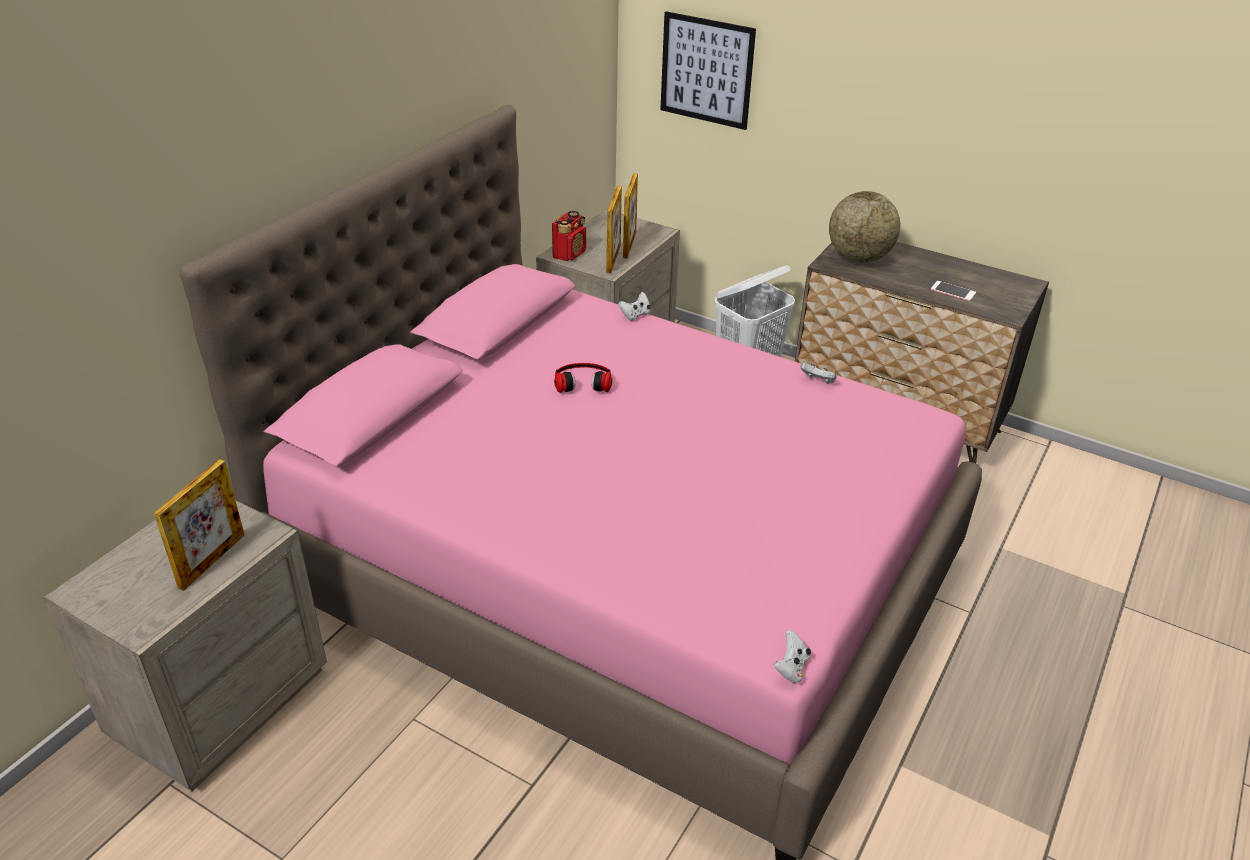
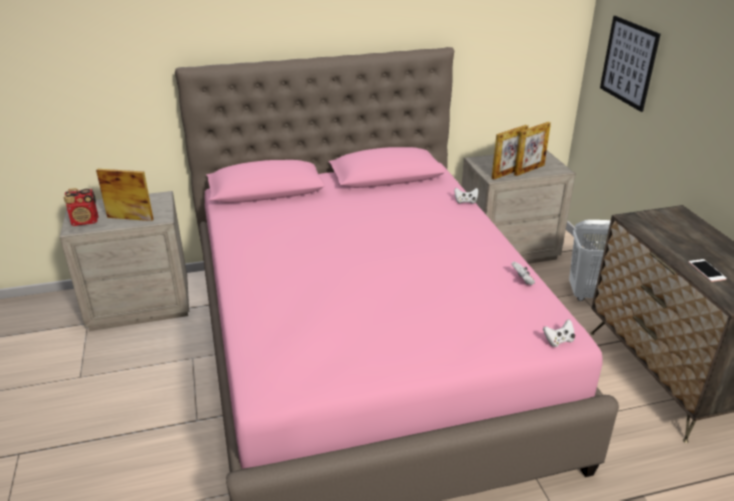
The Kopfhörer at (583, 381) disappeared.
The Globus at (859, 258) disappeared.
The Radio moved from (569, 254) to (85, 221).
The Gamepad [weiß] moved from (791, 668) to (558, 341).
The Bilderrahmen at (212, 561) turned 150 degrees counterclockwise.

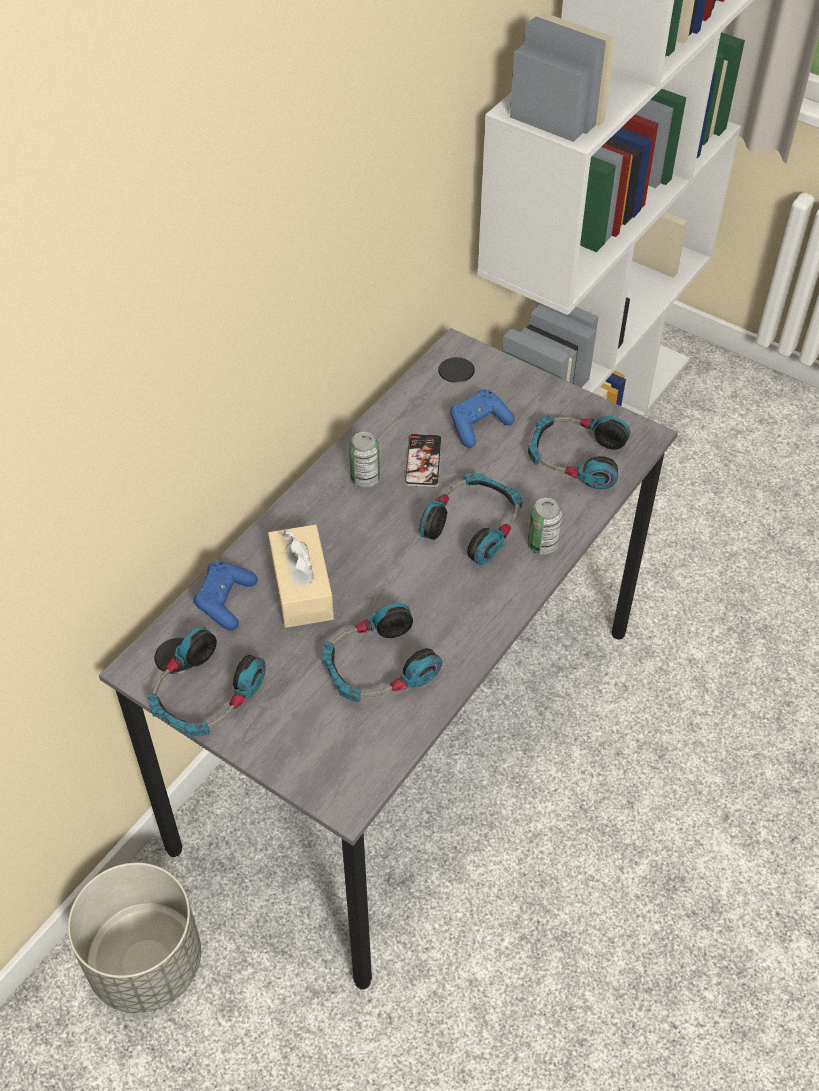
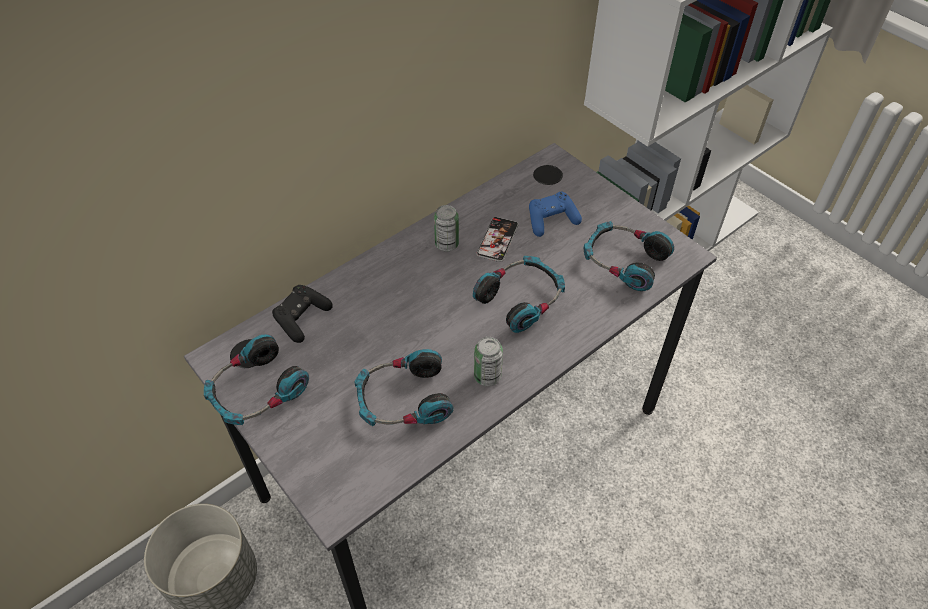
The Taschentuchbox [beige] at (302, 588) disappeared.
The Dose moved from (542, 545) to (487, 376).
The Gamepad [blau] at (225, 602) became the Gamepad [schwarz] at (302, 319).

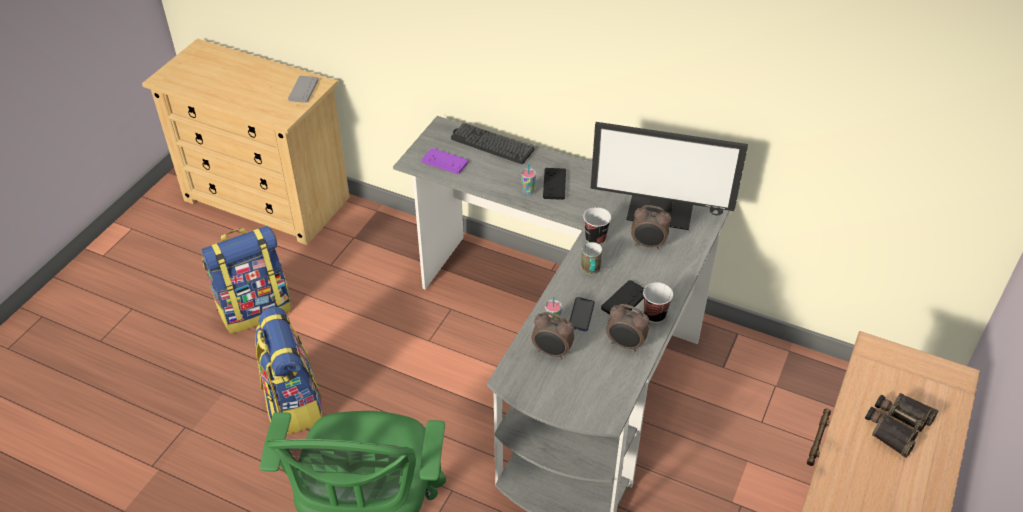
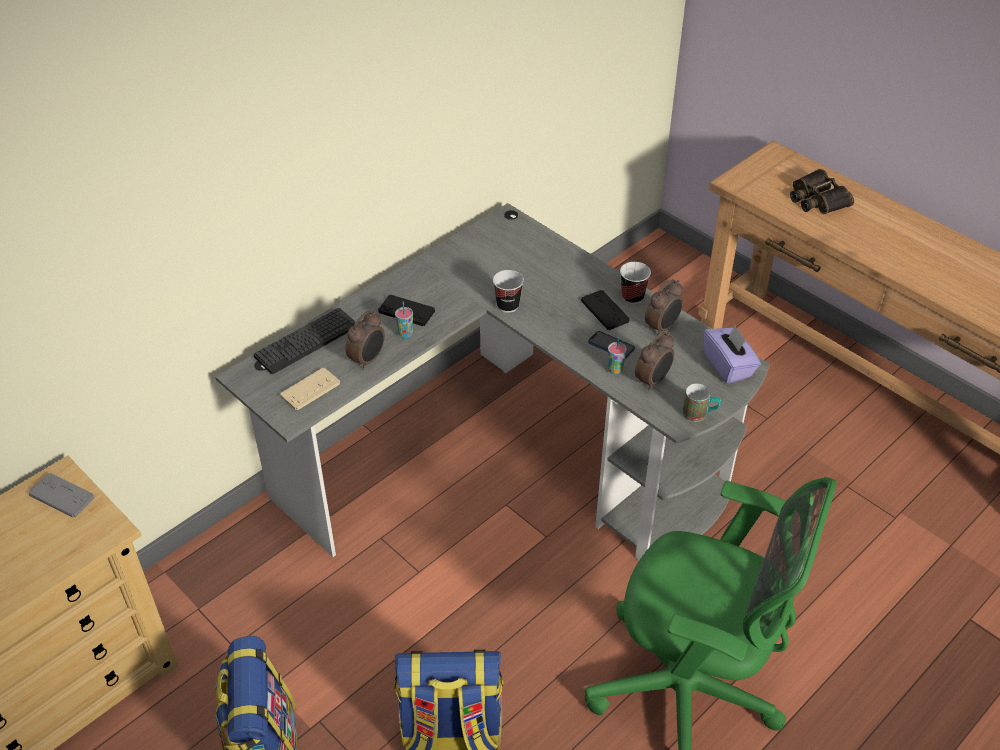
The Monitor at (661, 211) disappeared.
The Taschentuchbox [lila] at (728, 366) appeared.
The Henkelbecher moved from (590, 271) to (700, 415).
The Wecker moved from (648, 245) to (368, 360).
The Gamepad [lila] at (445, 162) became the Gamepad [beige] at (310, 390).

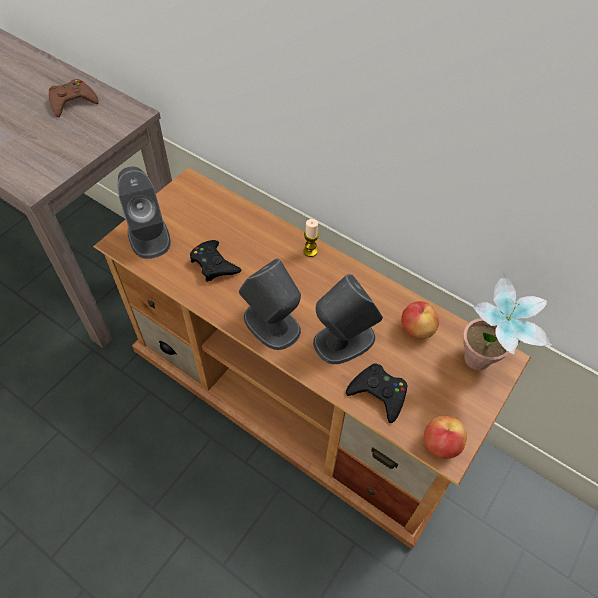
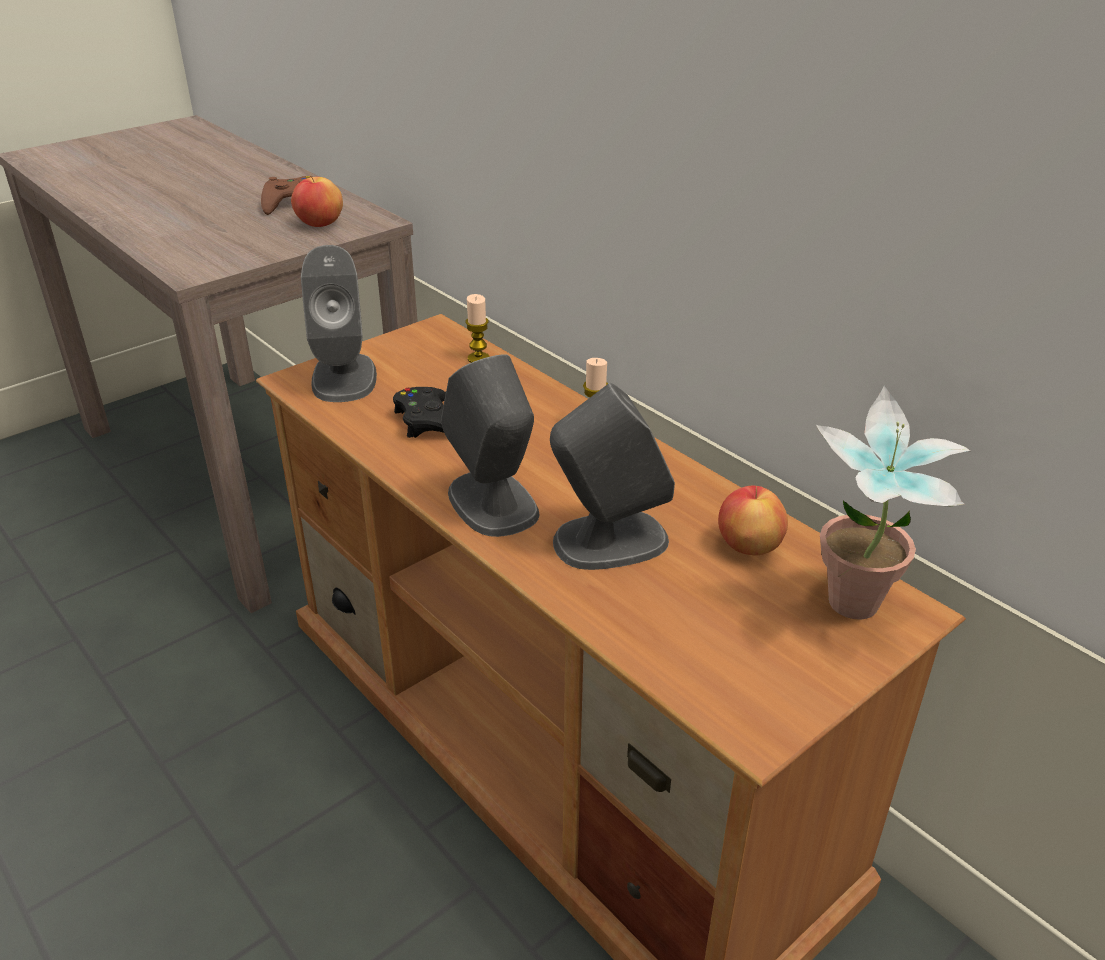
The Gamepad [schwarz] at (378, 394) disappeared.
The Kerze at (478, 358) appeared.
The Apfel moved from (440, 444) to (320, 224).

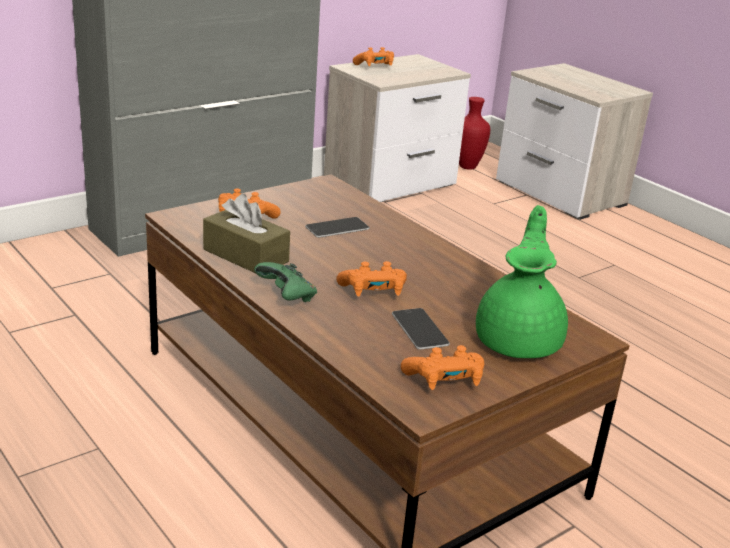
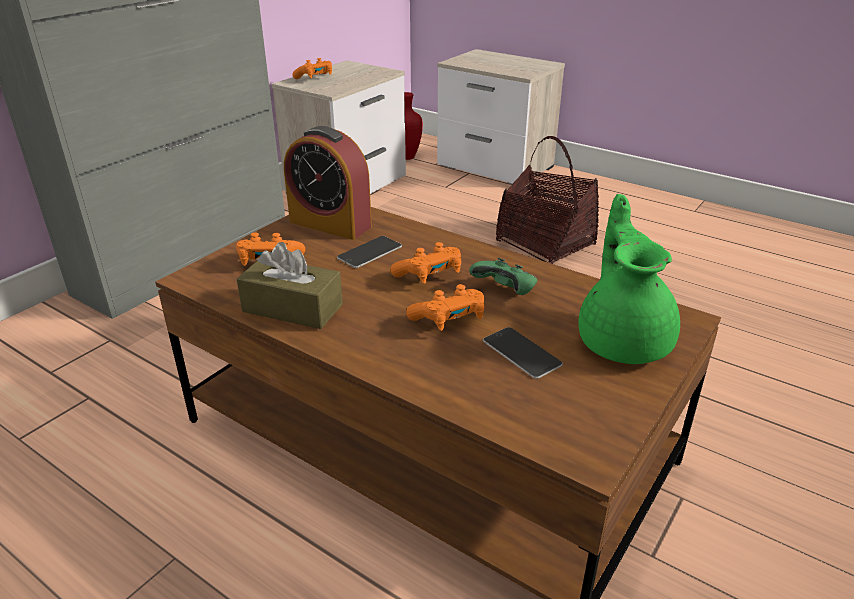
The Wecker at (330, 224) appeared.
The Korb at (545, 244) appeared.
The Gamepad [grün] moved from (287, 297) to (505, 291).
The Gamepad [orange] moved from (445, 381) to (429, 275).

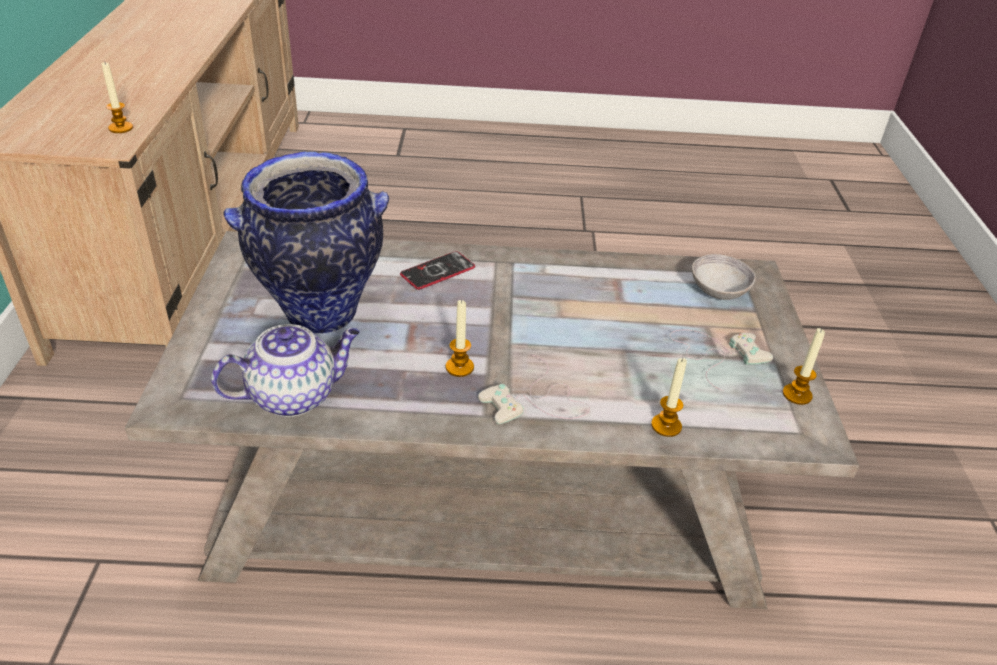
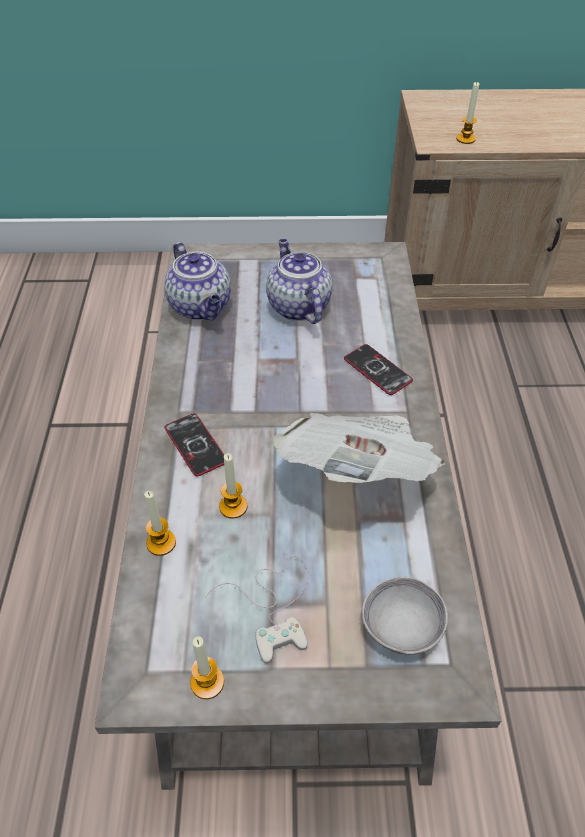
The Zeitung at (359, 470) appeared.
The Kerze moved from (459, 367) to (233, 506).
The Vase at (319, 315) was replaced by the Teekanne at (297, 306).
The Gamepad [weiß] at (536, 401) was replaced by the Handy at (195, 445).

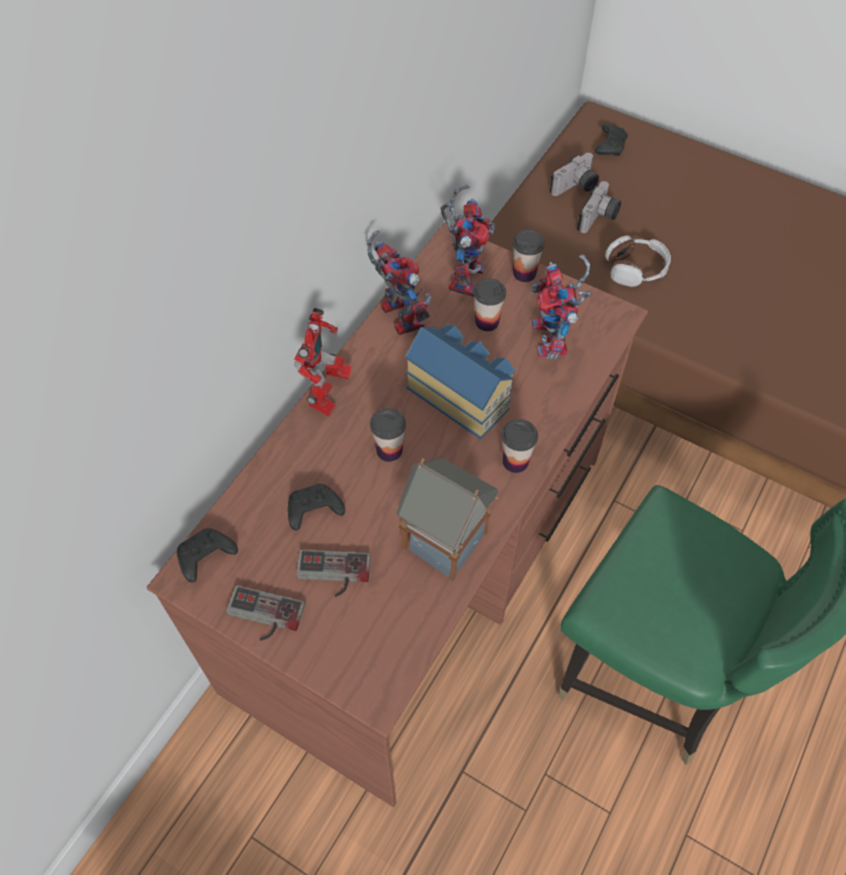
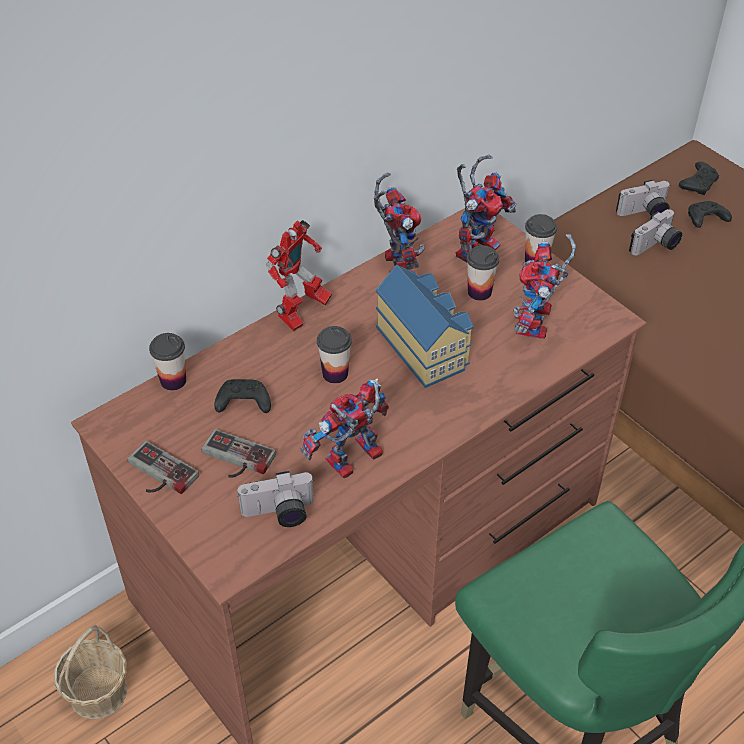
The Kopfhörer at (635, 269) disappeared.
The Korb at (99, 692) appeared.
The Kamera at (279, 514) appeared.
The Gamepad [schwarz] moved from (205, 558) to (705, 220).
The Tasse moved from (515, 461) to (173, 380).
The Spielzeughaus at (447, 541) was replaced by the Spielzeugroboter at (352, 462).

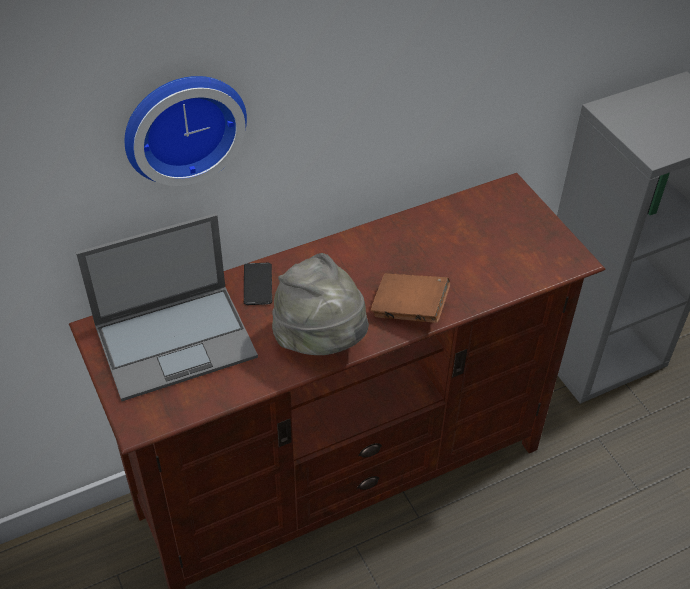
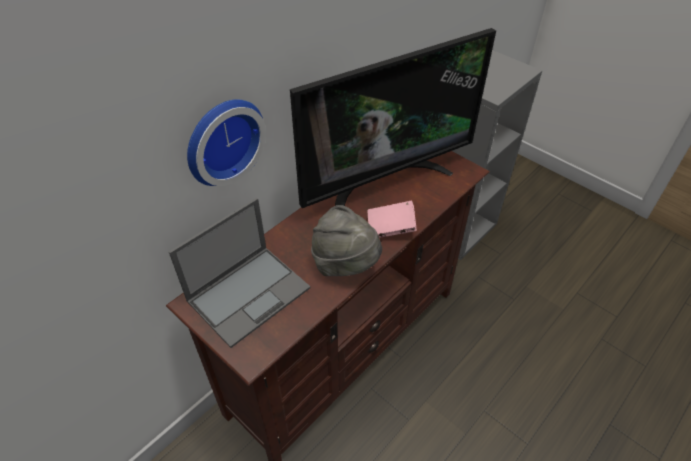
The Handy at (258, 284) disappeared.
The Fernseher at (384, 181) appeared.
The Buch [braun] at (409, 310) became the Buch [rosa] at (390, 228).

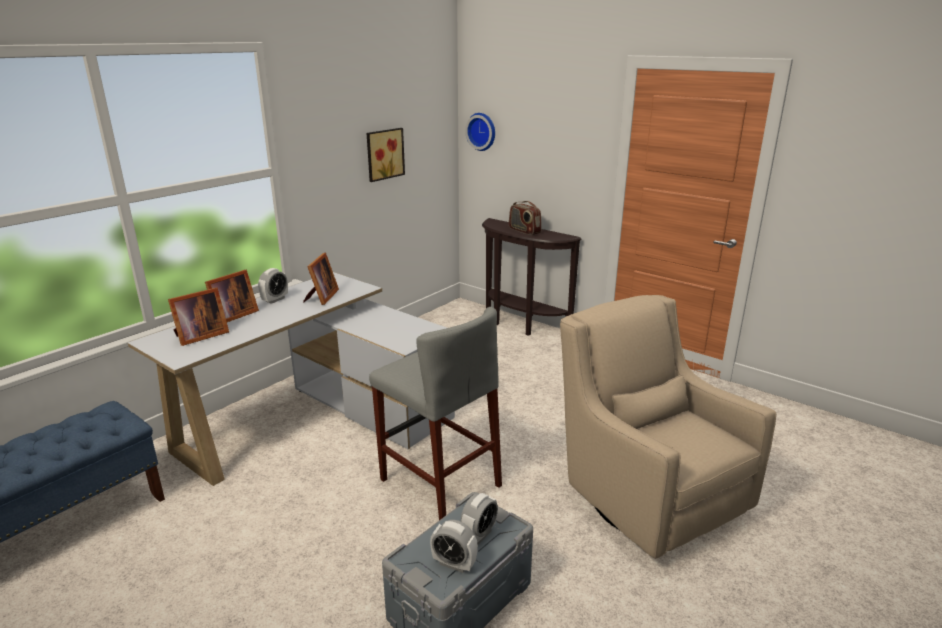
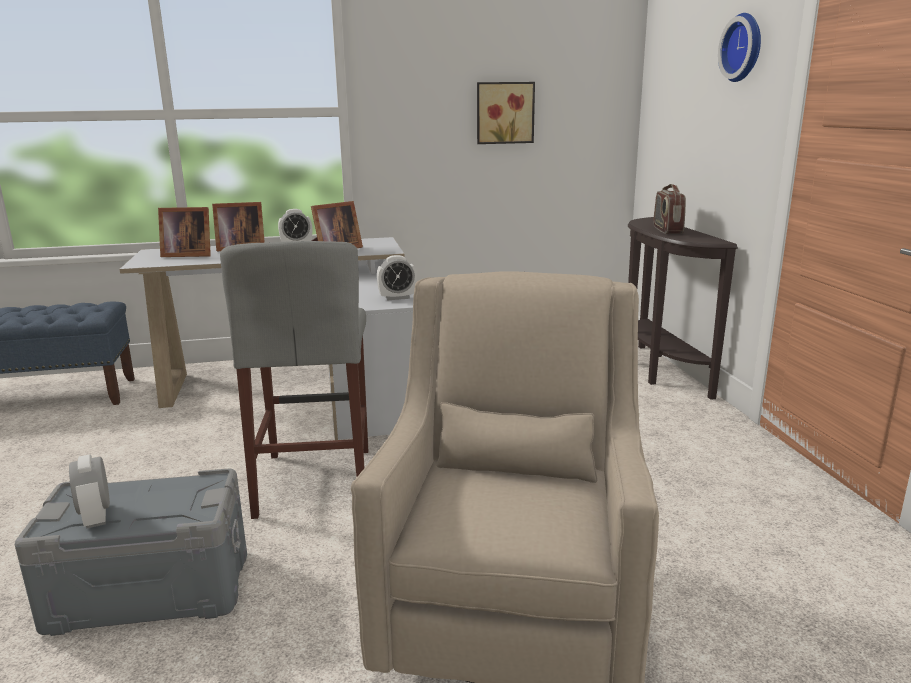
The Wecker moved from (479, 535) to (397, 298).
The Wanduhr moved from (482, 131) to (744, 47).

